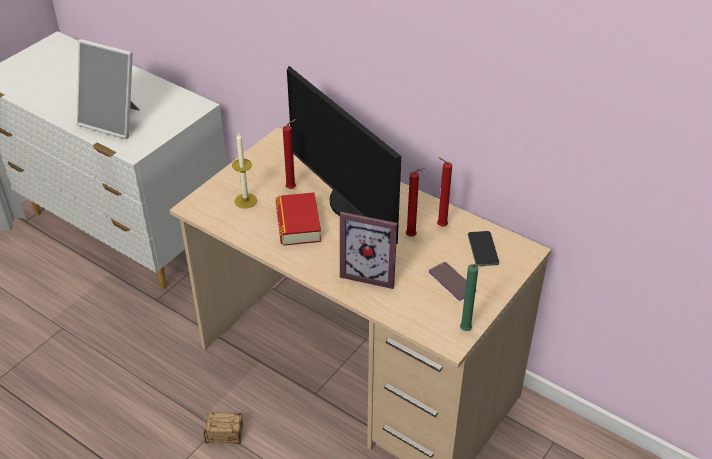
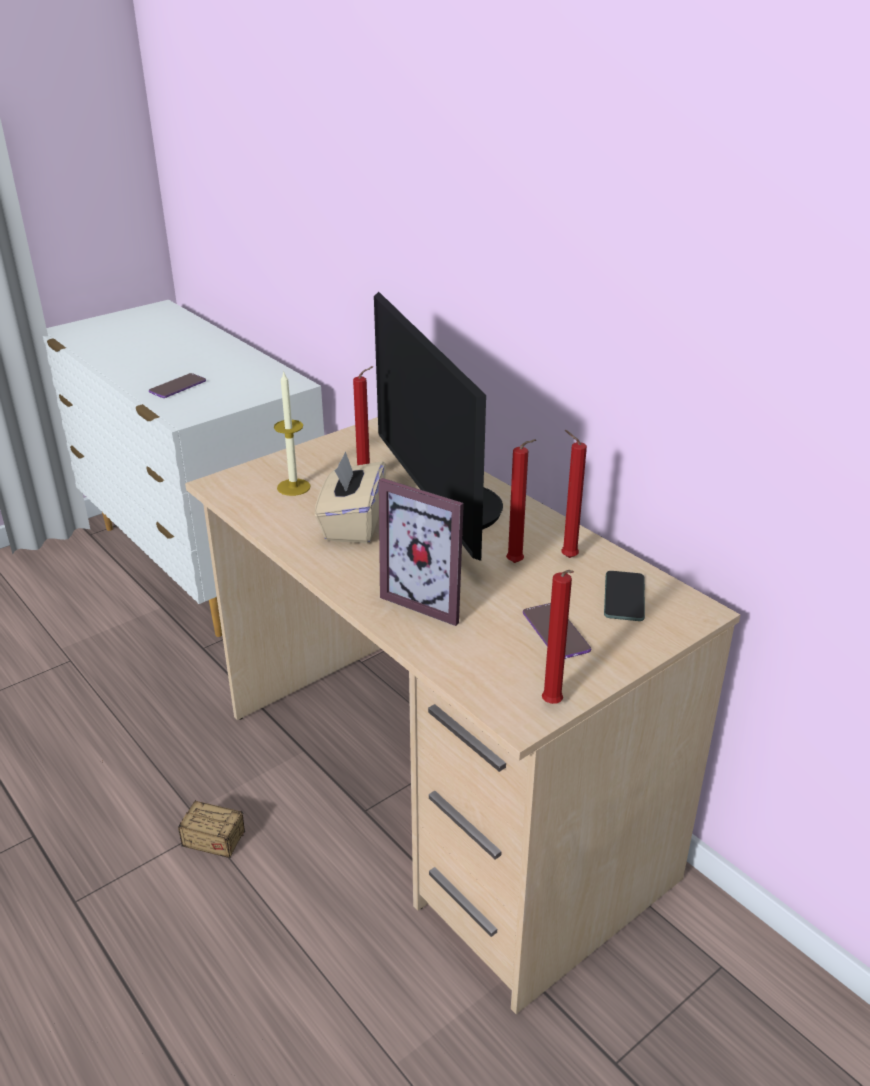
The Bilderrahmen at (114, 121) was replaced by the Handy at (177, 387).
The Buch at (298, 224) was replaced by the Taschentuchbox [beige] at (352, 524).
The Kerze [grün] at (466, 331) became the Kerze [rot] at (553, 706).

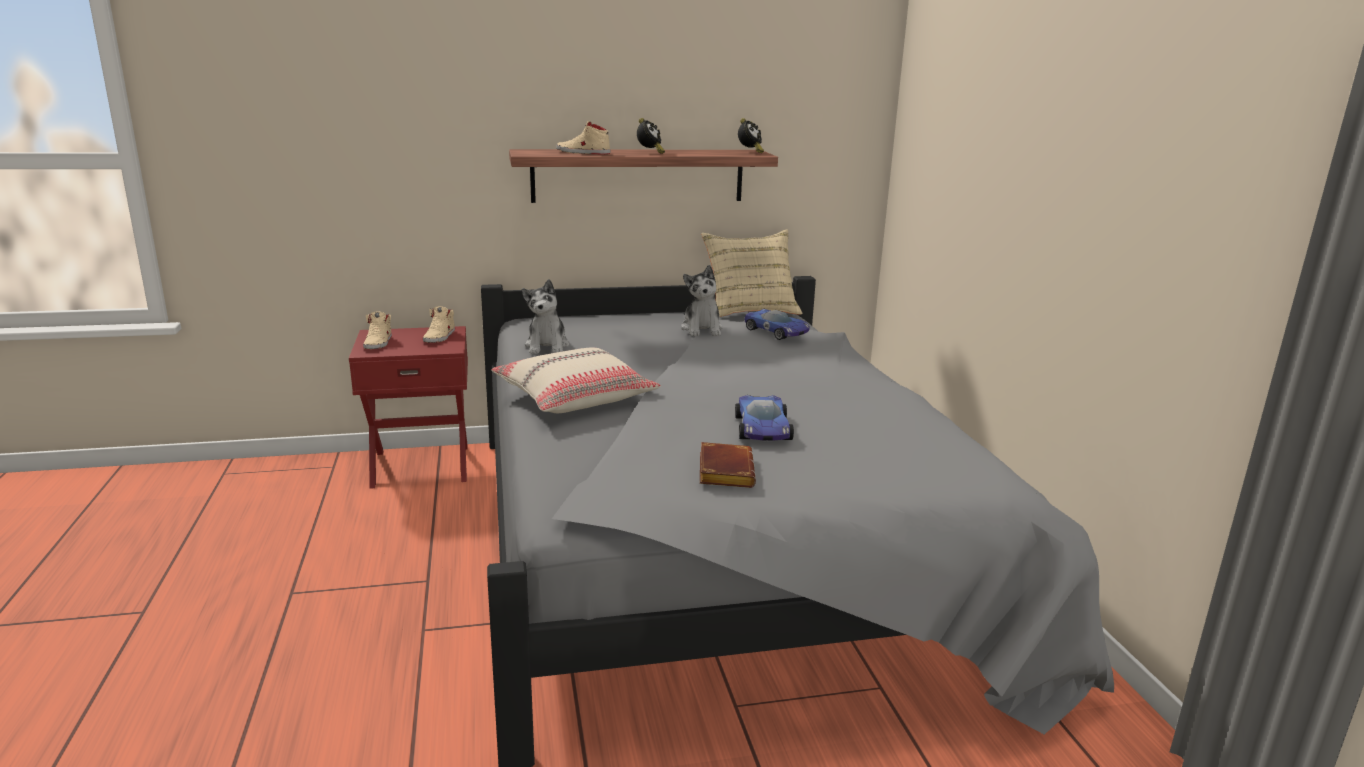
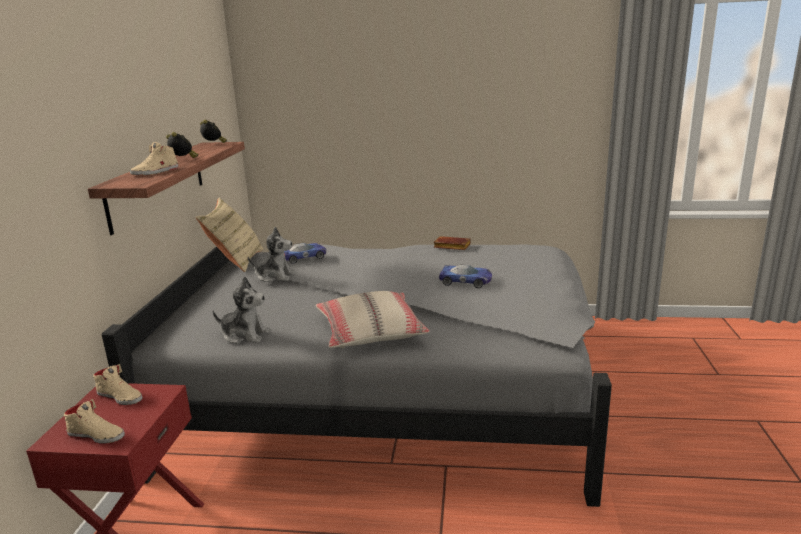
The Buch [braun] moved from (723, 471) to (451, 247).

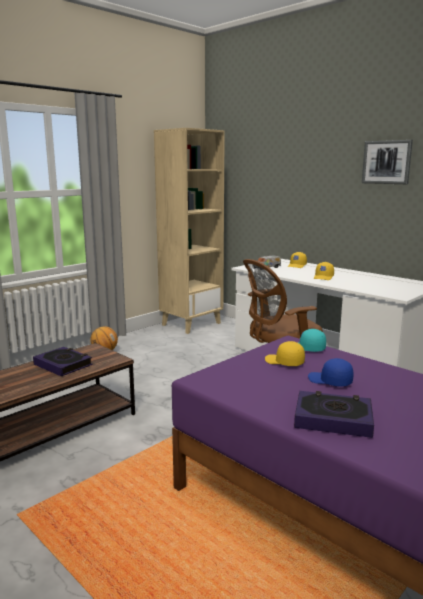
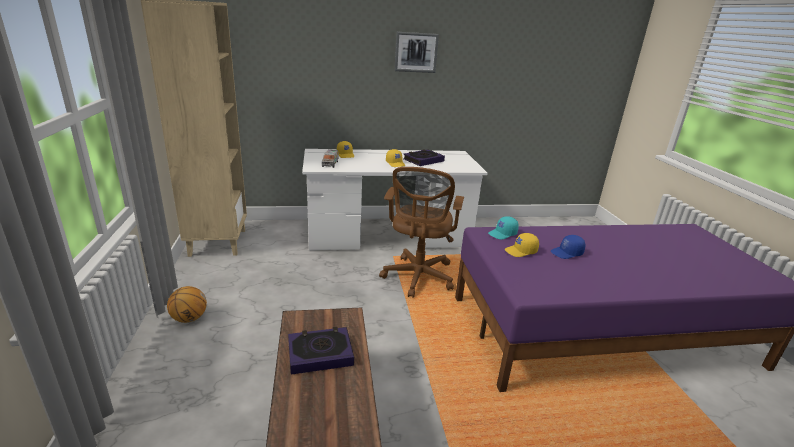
The Buch moved from (333, 419) to (423, 160).

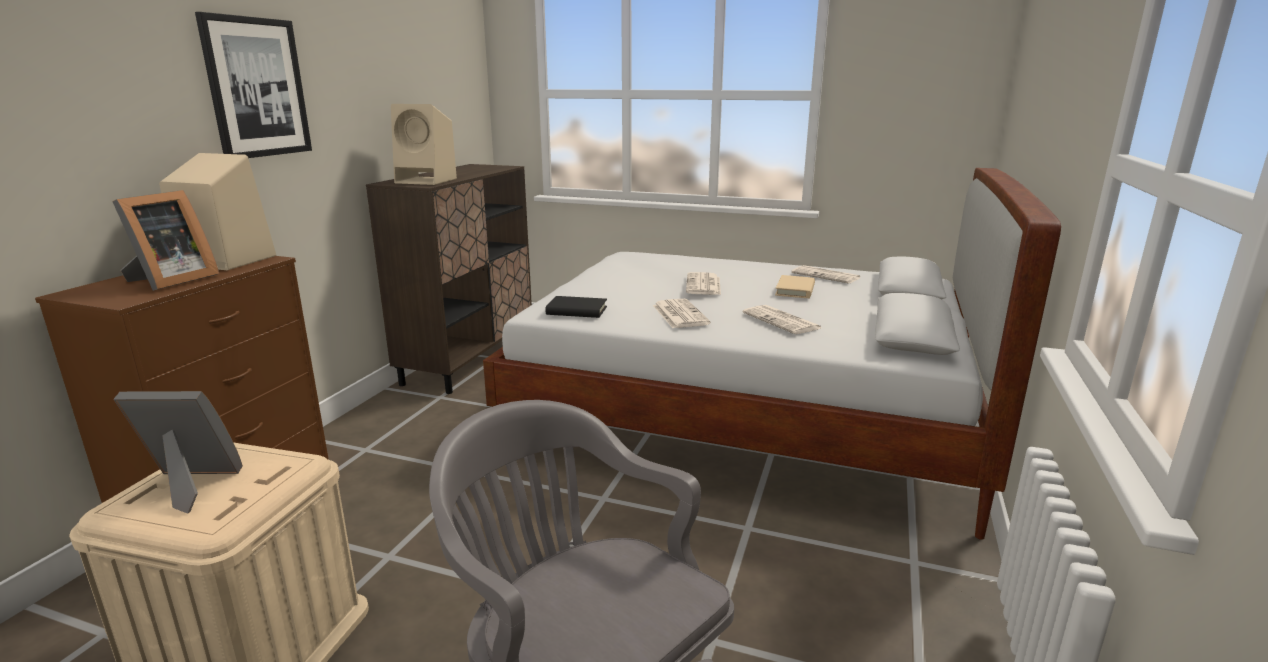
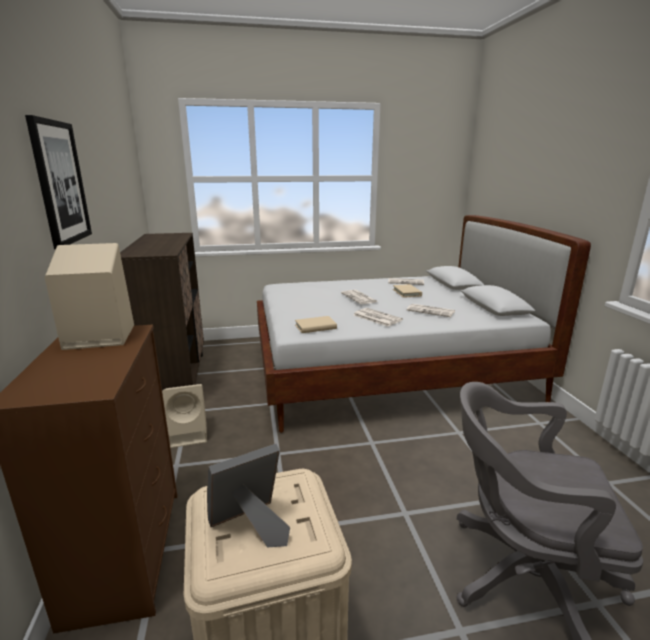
The Bilderrahmen at (170, 281) disappeared.
The Lautsprecher [beige] moved from (428, 181) to (189, 434).
The Buch [schwarz] at (576, 311) became the Buch [beige] at (315, 327).

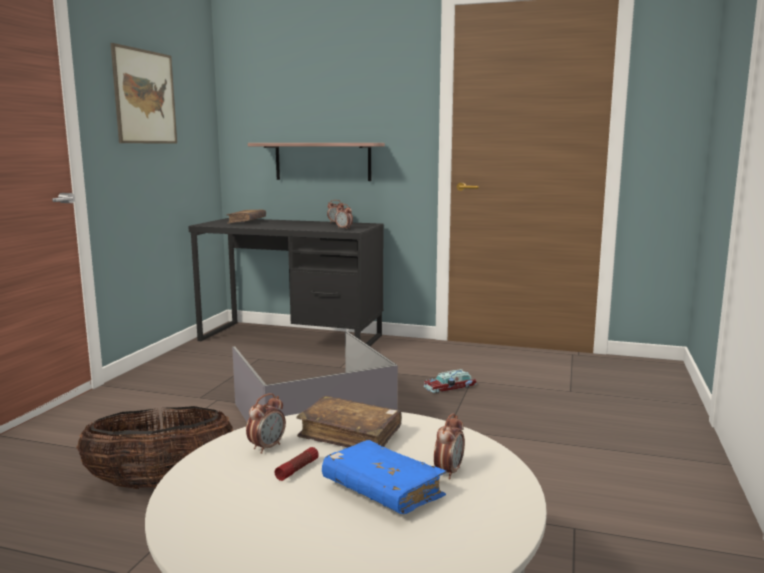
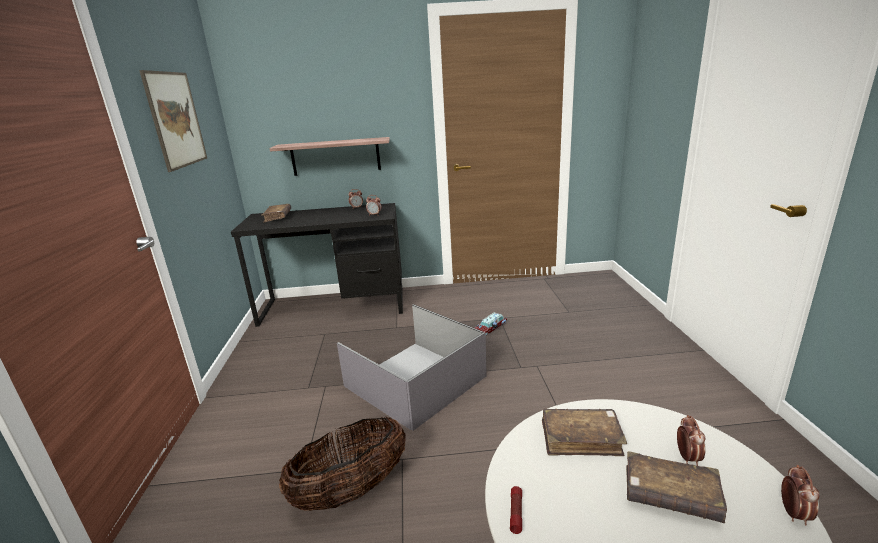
The Wecker moved from (267, 447) to (793, 513).
The Taschenlampe moved from (297, 469) to (516, 513).
The Buch [blau] at (382, 490) became the Buch [braun] at (670, 496).

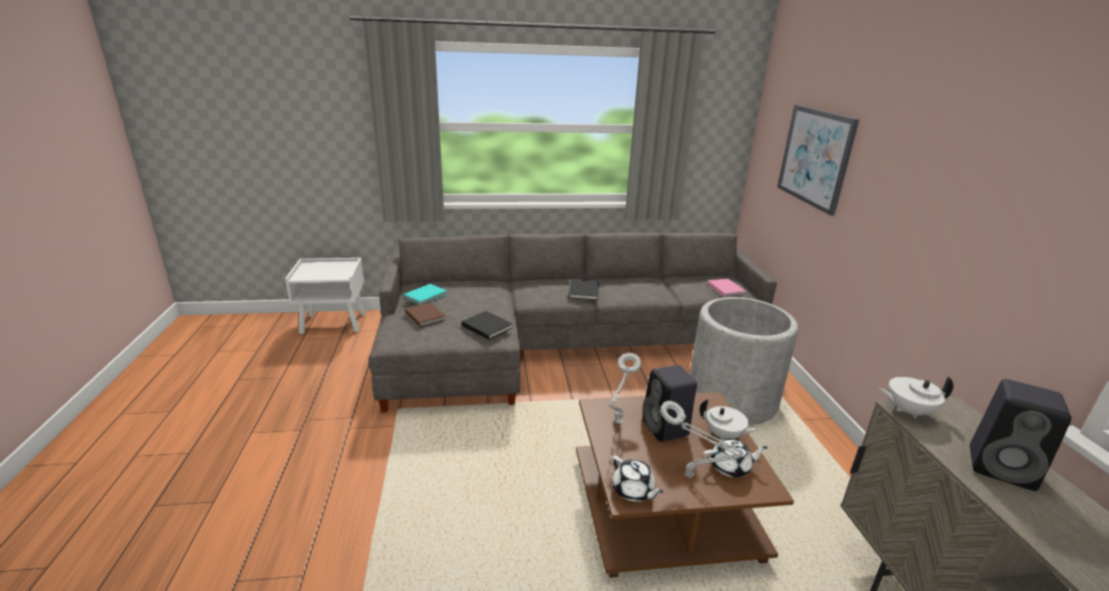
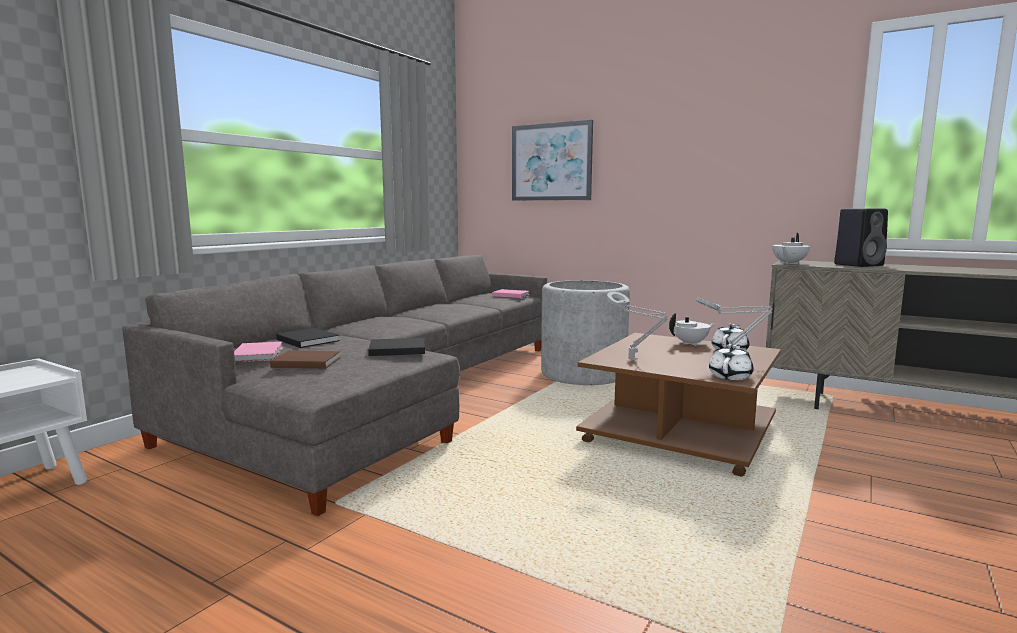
The Lautsprecher [schwarz] at (666, 429) disappeared.
The Buch [schwarz] moved from (584, 291) to (307, 340).
The Buch [türkis] at (427, 296) became the Buch [rosa] at (259, 354).
The Teekanne [weiß] at (633, 491) turned 60 degrees counterclockwise.

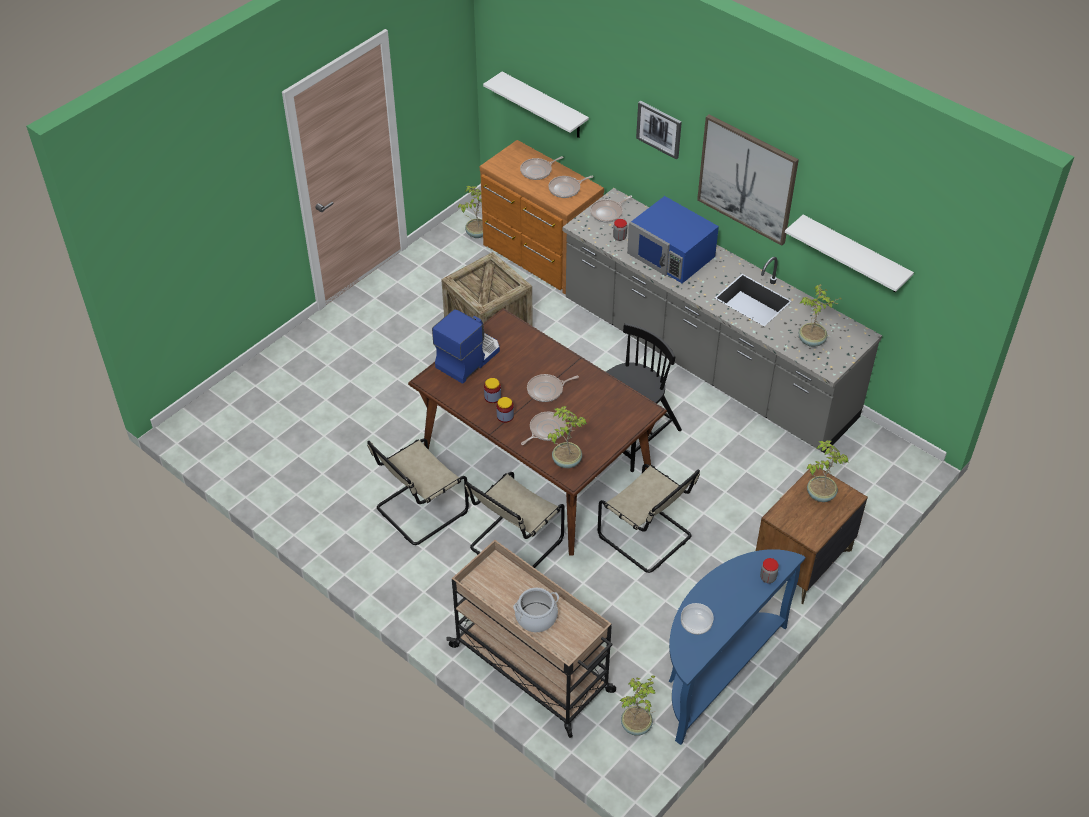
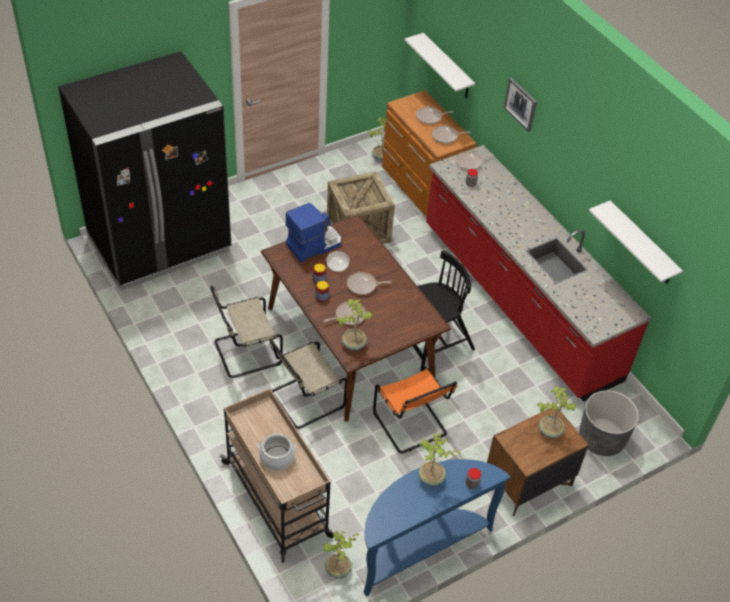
The Mikrowelle [blau] at (671, 255) disappeared.
The Bild at (747, 179) disappeared.
The Kühlschrank [schwarz] at (160, 244) appeared.
The Pflanzkübel [grau] at (601, 439) appeared.
The Schüssel moved from (695, 624) to (337, 266).
The Topfpflanze moved from (812, 341) to (431, 479).
The Küchenzeile [grau] at (706, 361) became the Küchenzeile [rot] at (518, 302).
The Stuhl [beige] at (648, 538) became the Stuhl [orange] at (411, 426).

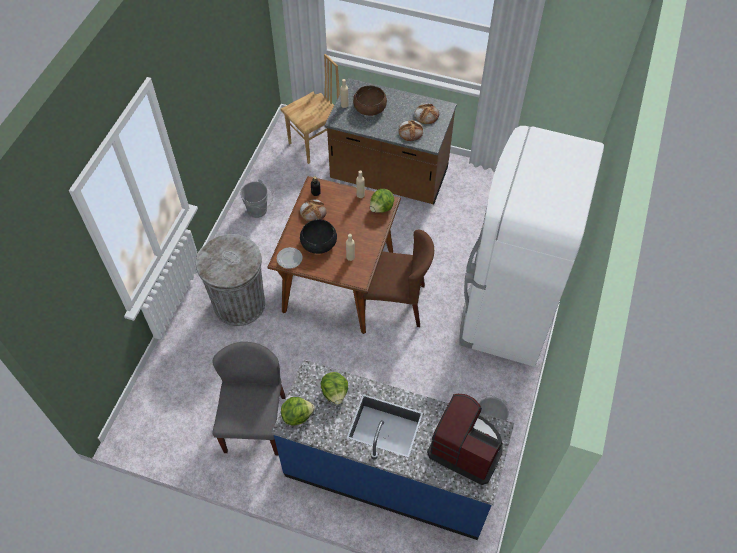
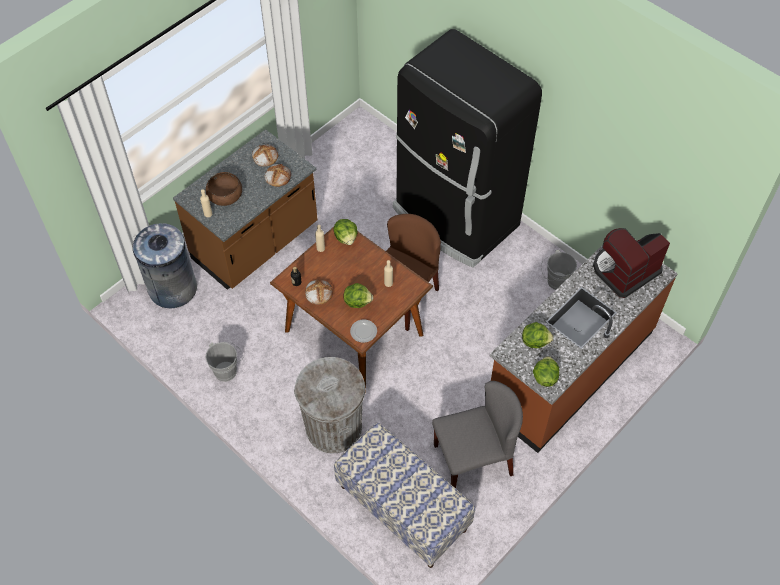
The Bank at (402, 508) appeared.
The Stuhl [braun] at (315, 145) was replaced by the Mülleimer [grau] at (172, 288).
The Schüssel [schwarz] at (318, 242) was replaced by the Salatkopf at (357, 301).
The Küchenzeile [blau] at (390, 472) became the Küchenzeile [braun] at (569, 369).
The Kühlschrank [weiß] at (507, 309) became the Kühlschrank [schwarz] at (455, 218).
The Stuhl [grau] at (254, 423) turned 135 degrees clockwise.

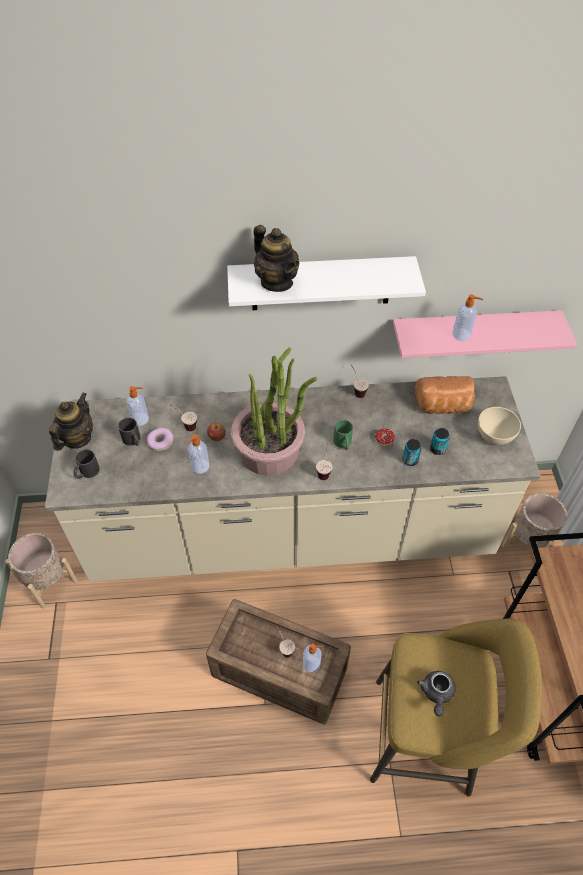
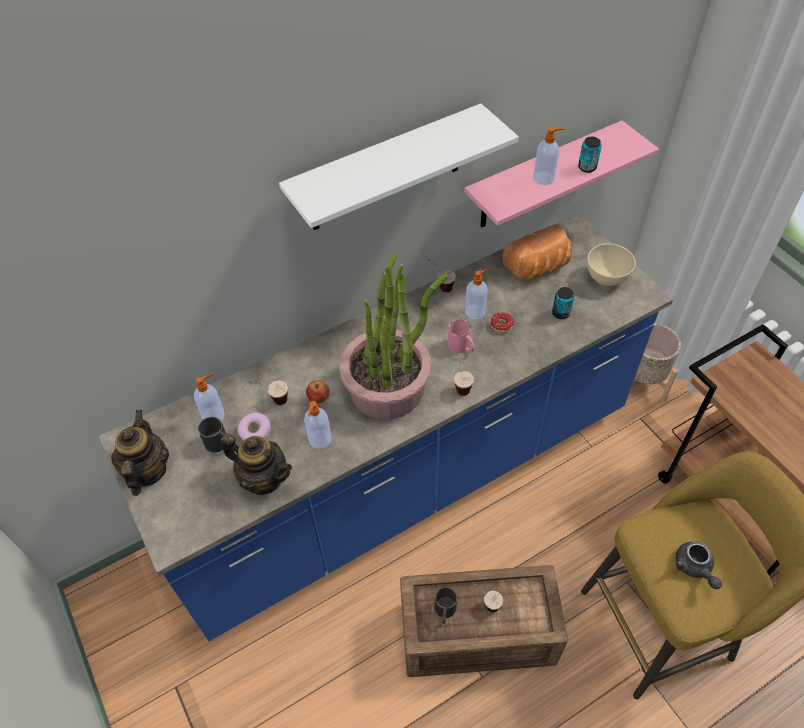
The Pflanzkübel [beige] at (48, 581) disappeared.
The Henkelbecher [schwarz] moved from (87, 473) to (445, 612).
The Teekanne moved from (277, 282) to (264, 478).
The Seifenspender moved from (312, 664) to (476, 311).
The Dose moved from (410, 460) to (587, 167).
The Küchenzeile [beige] at (291, 535) became the Küchenzeile [blau] at (406, 481).
The Henkelbecher [grün] at (343, 443) became the Henkelbecher [rosa] at (462, 347).

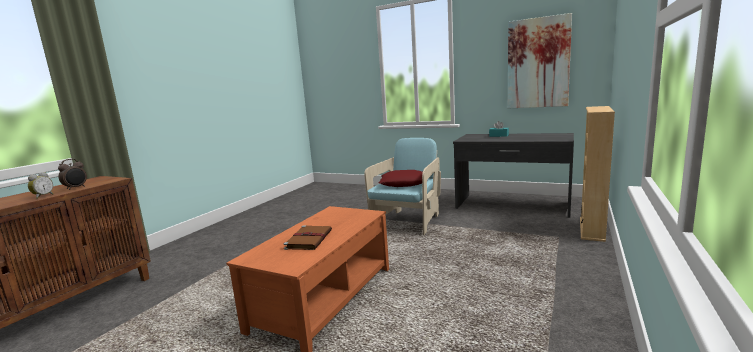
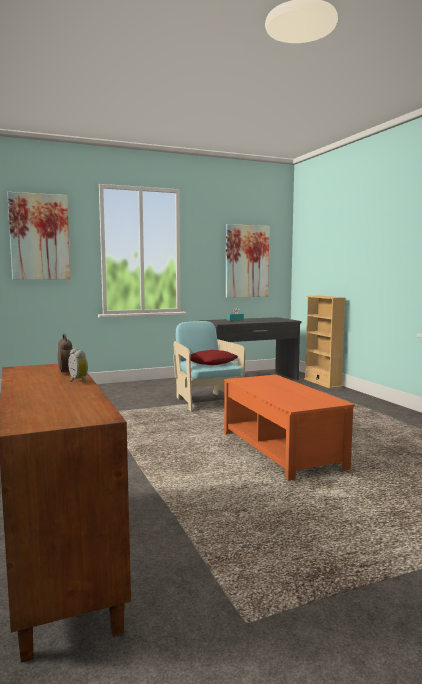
The Buch [braun] at (309, 239) disappeared.
The Bild at (39, 237) appeared.

